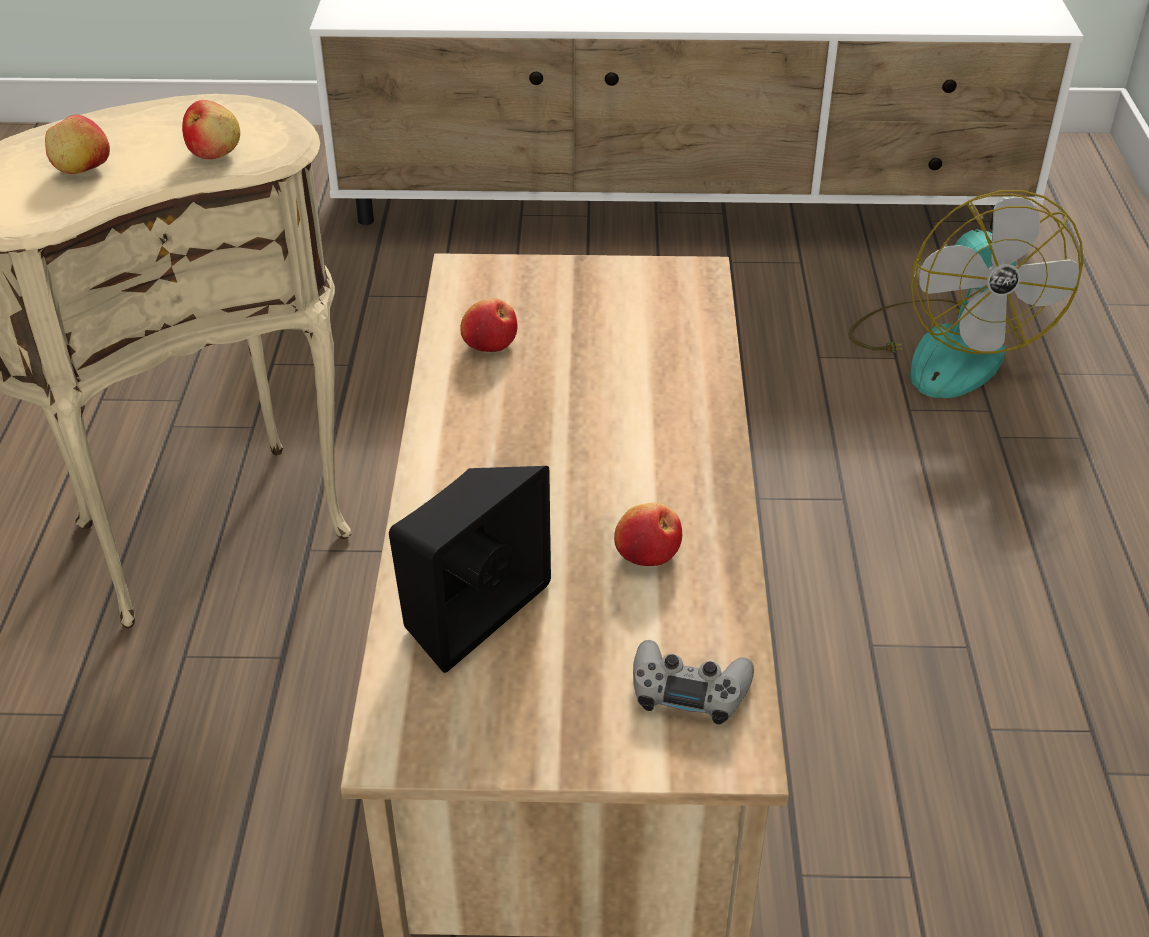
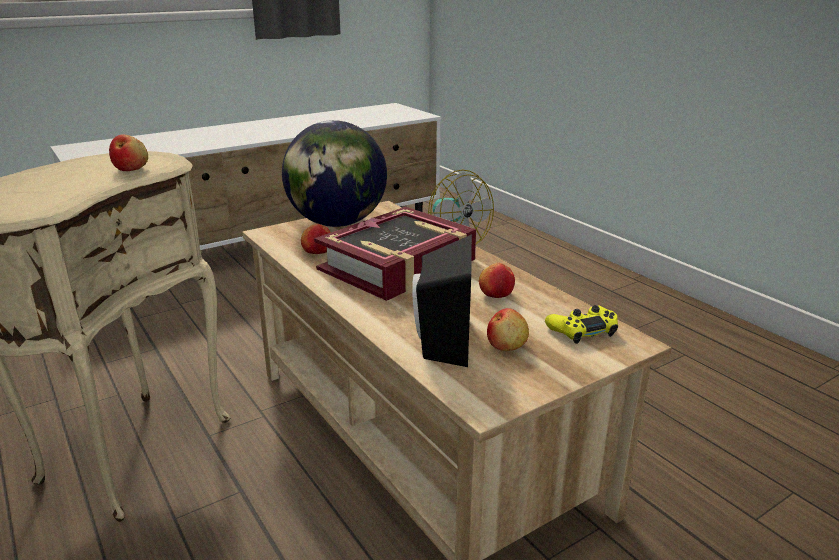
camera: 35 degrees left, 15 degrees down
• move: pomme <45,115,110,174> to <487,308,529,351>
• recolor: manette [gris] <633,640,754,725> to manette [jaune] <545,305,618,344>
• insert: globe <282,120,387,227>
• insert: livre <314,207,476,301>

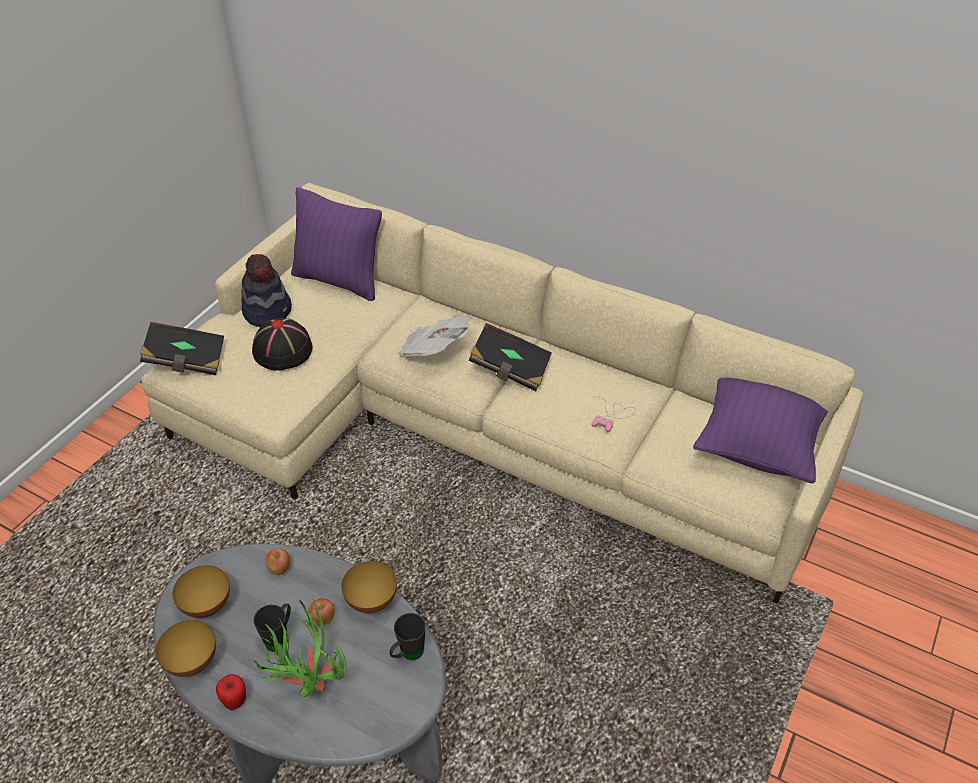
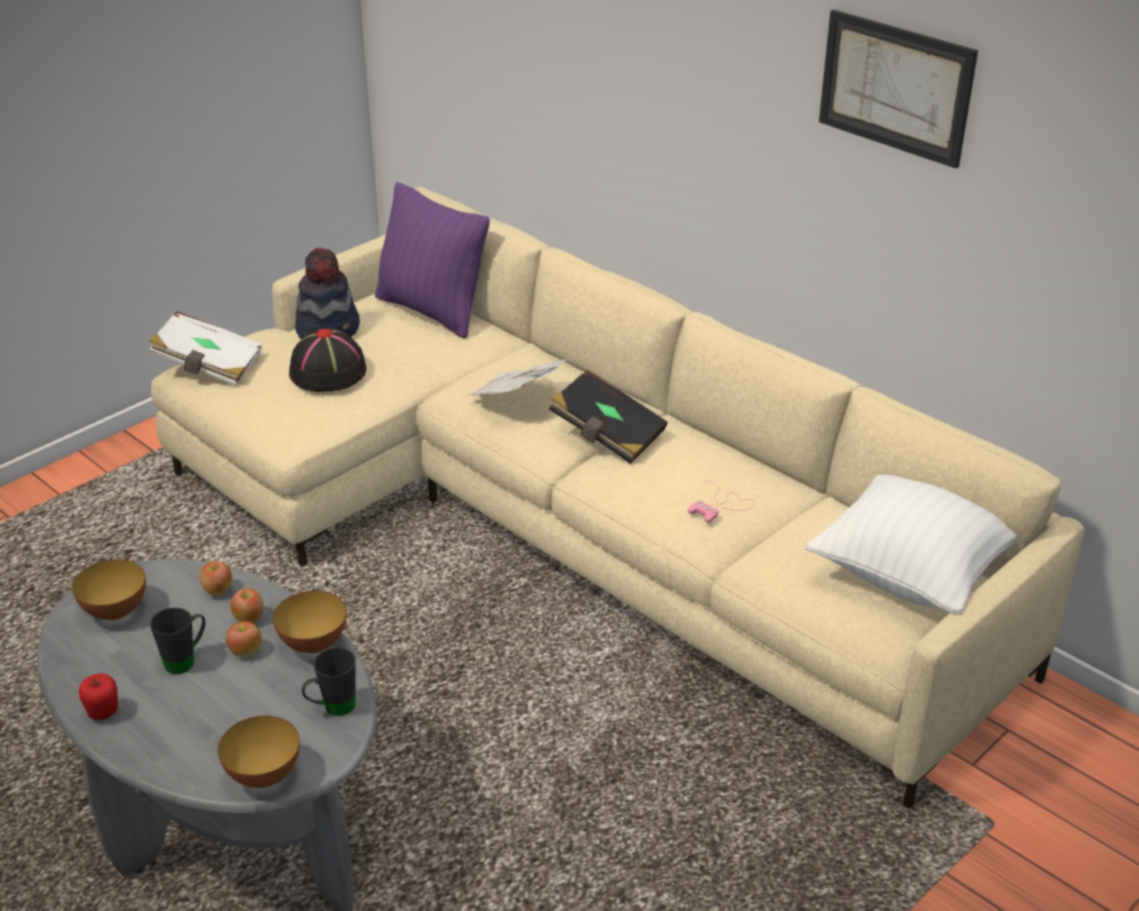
camera: 15 degrees right, 10 degrees down
• recolor: livre [noir] <140,322,224,375> to livre [blanc] <149,311,262,386>
• recolor: coussin [violet] <693,378,828,483> to coussin [blanc] <805,475,1017,615>
• delete: plante en pot <252,599,347,697>
• move: bol <155,620,216,677> to <218,716,300,788>
• insert: tableau <819,10,978,168>
• insert: pomme <230,588,263,623>

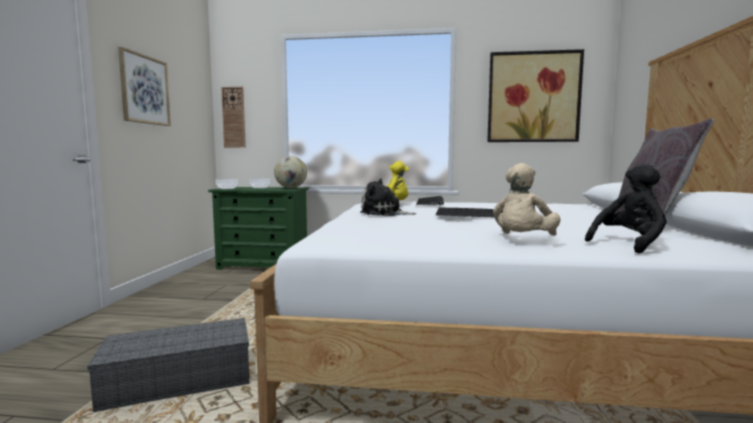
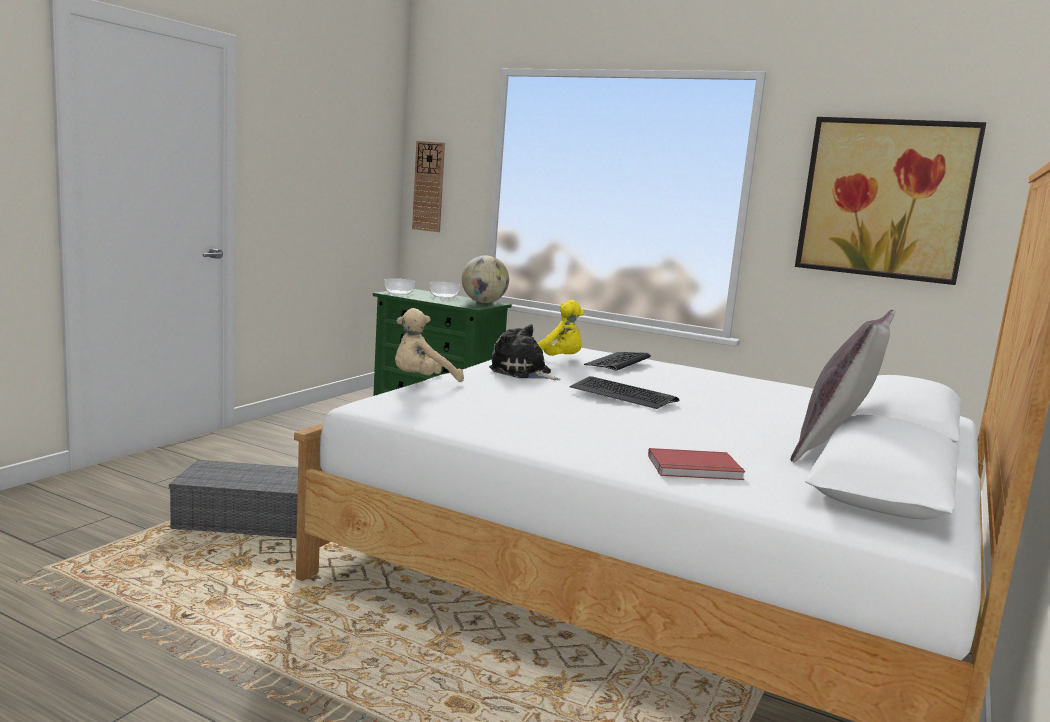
camera: 20 degrees right, 5 degrees up
• delete: tableau <118,47,171,126>
• move: peluche [beige] <493,163,560,236> to <395,308,464,382>
• replace: peluche [noir] <585,164,667,254> to livre [rouge] <648,448,745,480>

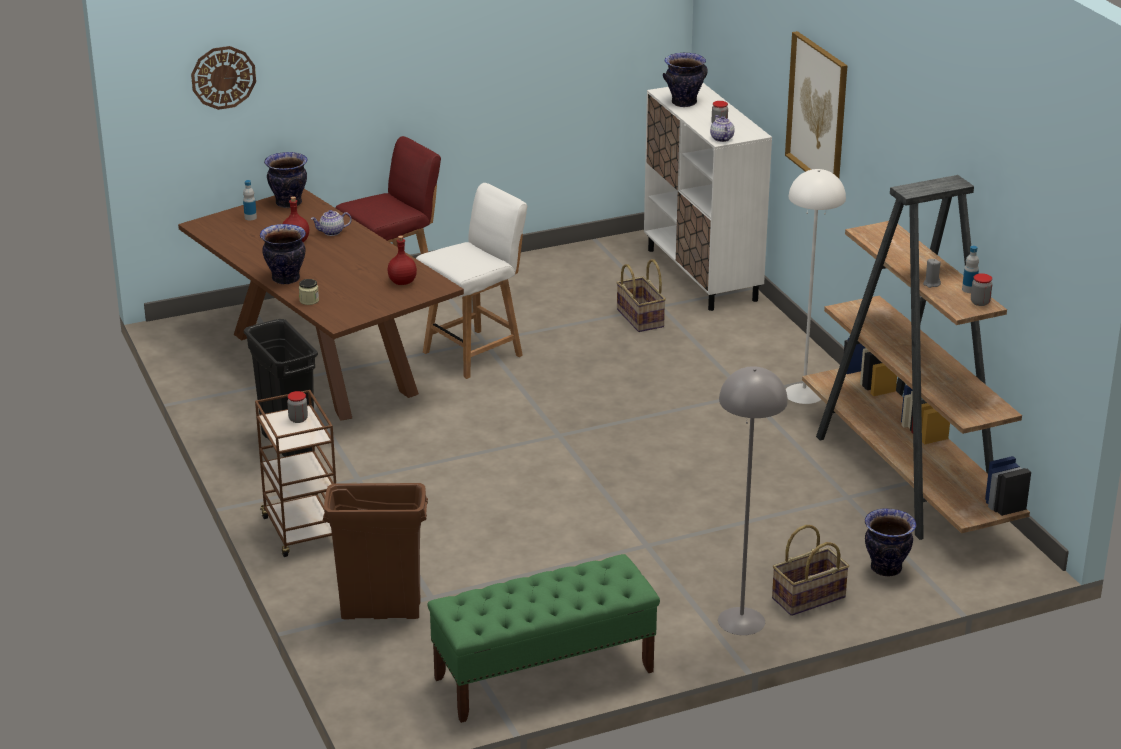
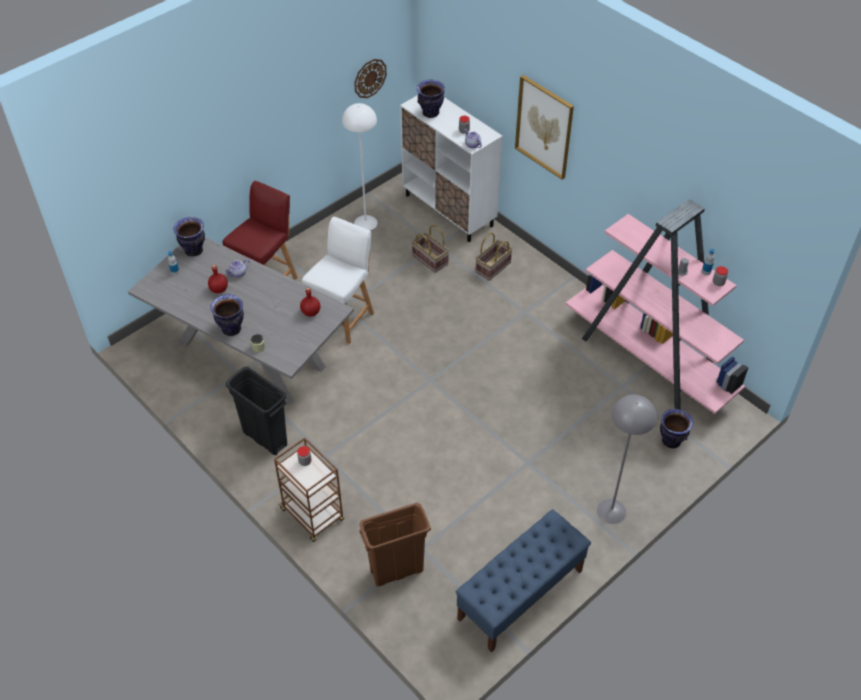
camera: 20 degrees left, 20 degrees up
• move: horloge murale <191,46,256,110> to <354,59,387,98>
• move: lampadaire [blanc] <786,169,846,404> to <342,103,377,230>
• recolor: bibliothèque [marron] <802,175,1031,540> to bibliothèque [rose] <565,199,748,414>
• recolor: table à manger [marron] <178,189,464,421> to table à manger [gris] <128,237,354,405>
• move: panier <772,525,849,616> to <475,233,513,281>
• recolor: banc [vert] <427,554,660,723> to banc [bleu] <456,509,591,653>

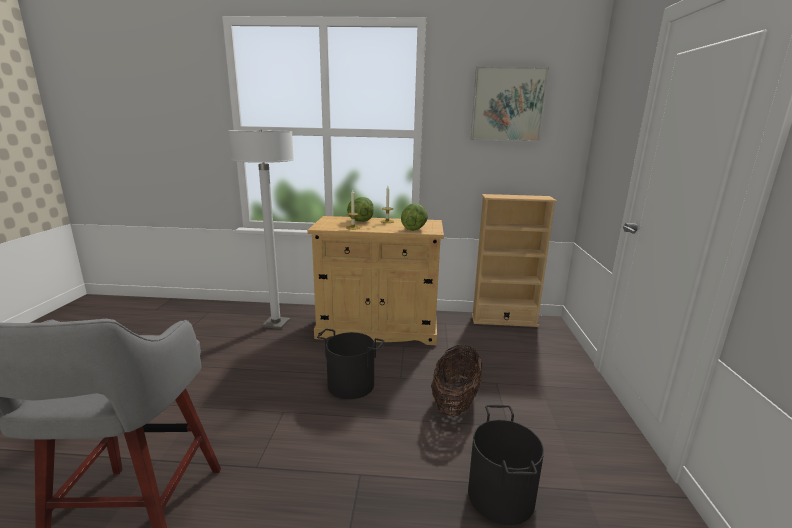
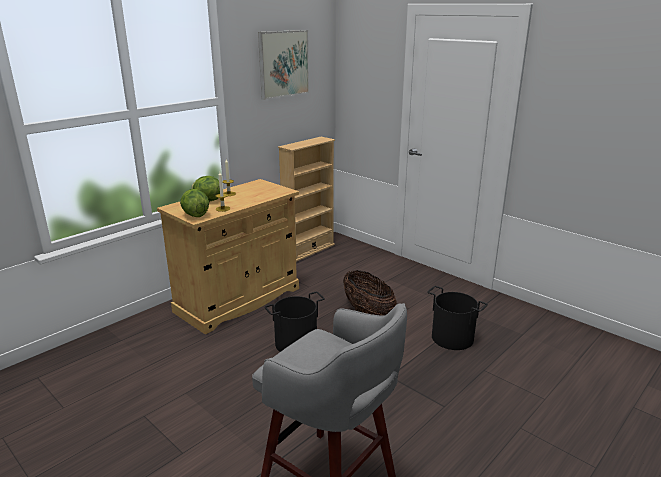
camera: 50 degrees left, 5 degrees up
• delete: lampadaire [blanc] <228,130,294,329>
• move: laitue <401,203,428,231> to <180,189,209,217>

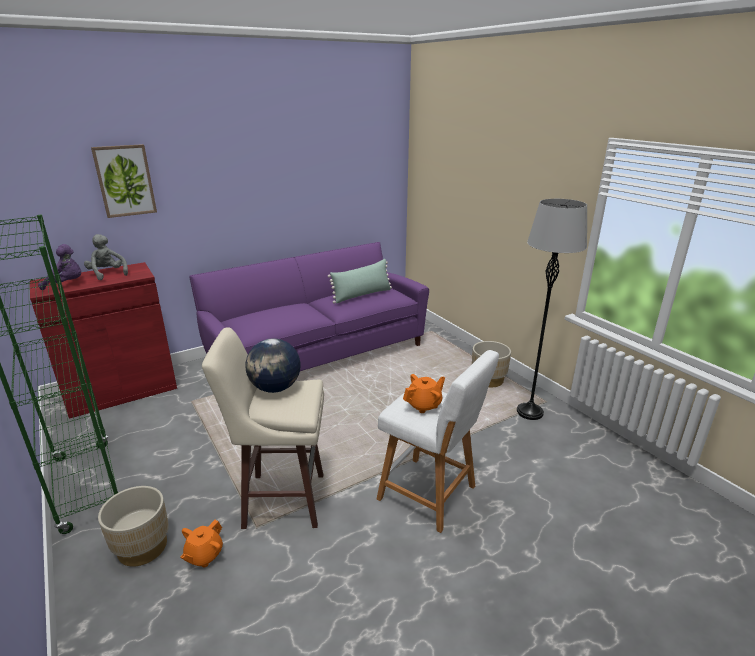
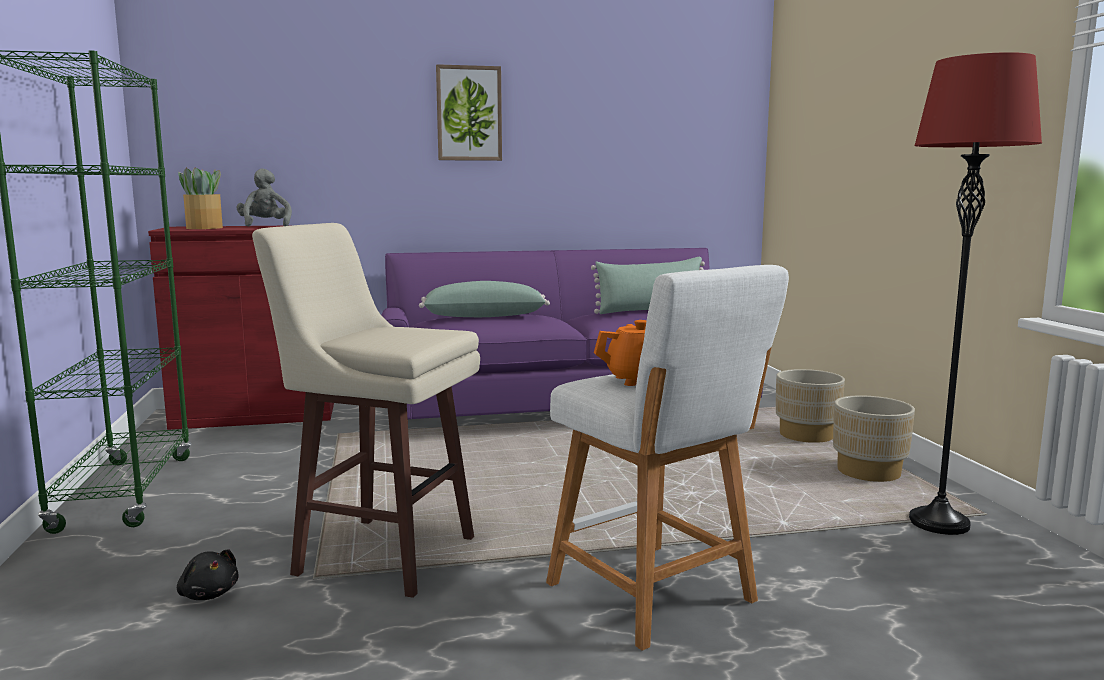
camera: 20 degrees right, 15 degrees down
• move: tableau <91,144,157,218> to <436,64,502,161>
• recolor: lampadaire [gris] <517,199,587,420> to lampadaire [rouge] <909,52,1042,535>
• replace: peluche [violet] <38,244,81,290> to plante en pot <179,167,223,229>
• delete: globe <245,338,301,393>
• move: cache-pot [beige] <98,486,169,567> to <776,369,845,443>
• replace: théière [orange] <180,520,223,567> to peluche [noir] <177,549,239,600>
• insert: coussin [vert] <419,281,550,317>

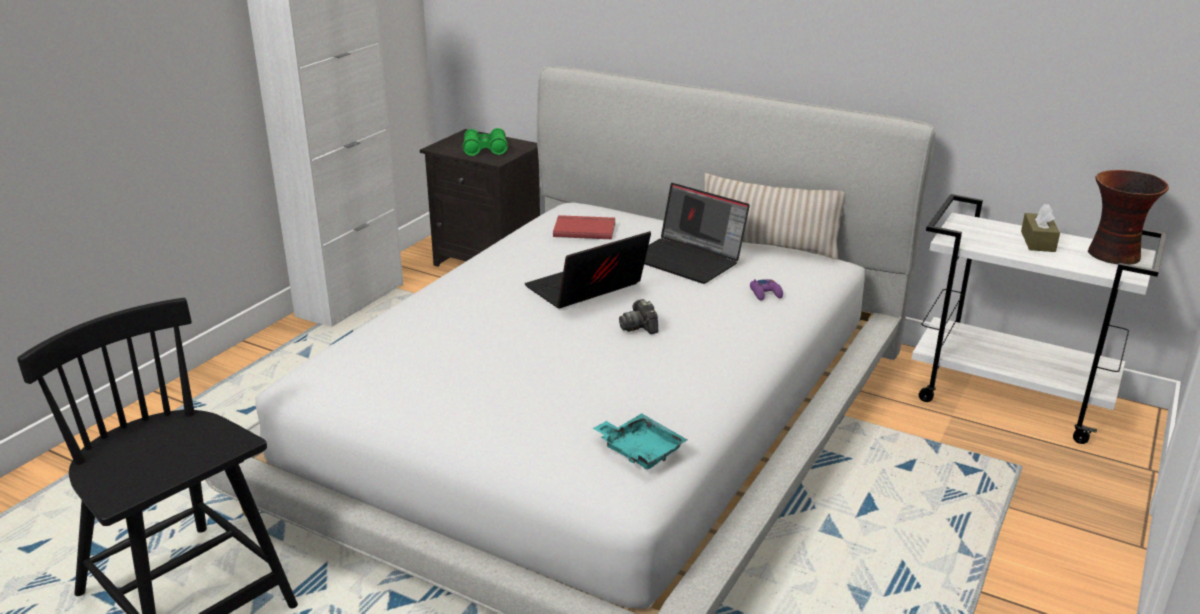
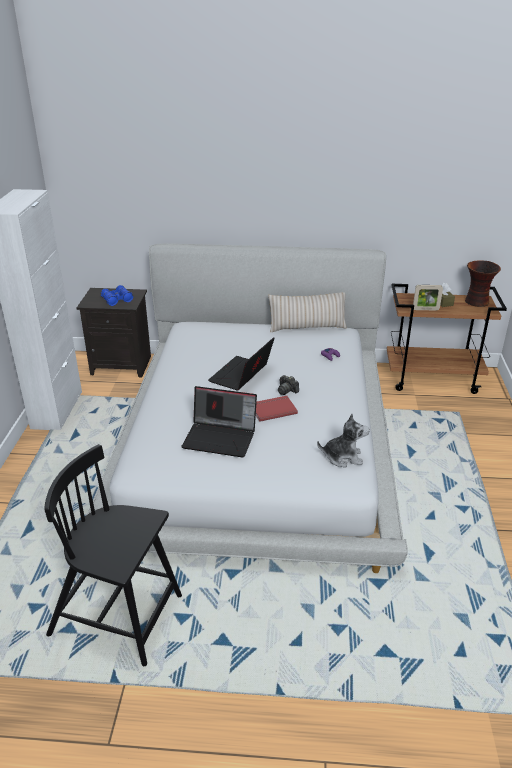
camera: 25 degrees left, 5 degrees up
• recolor: jumelles [vert] <462,128,508,156> to jumelles [bleu] <100,285,133,306>
• move: ordinateur portable <644,183,750,284> to <181,386,257,458>
• recolor: chariot [blanc] <912,194,1167,444> to chariot [marron] <387,284,507,394>
• move: livre [rouge] <553,215,615,239> to <256,396,298,422>
• replace: plateau [turquoise] <593,413,687,470> to peluche <317,414,370,468>
• insert: cadre photo <413,285,443,311>

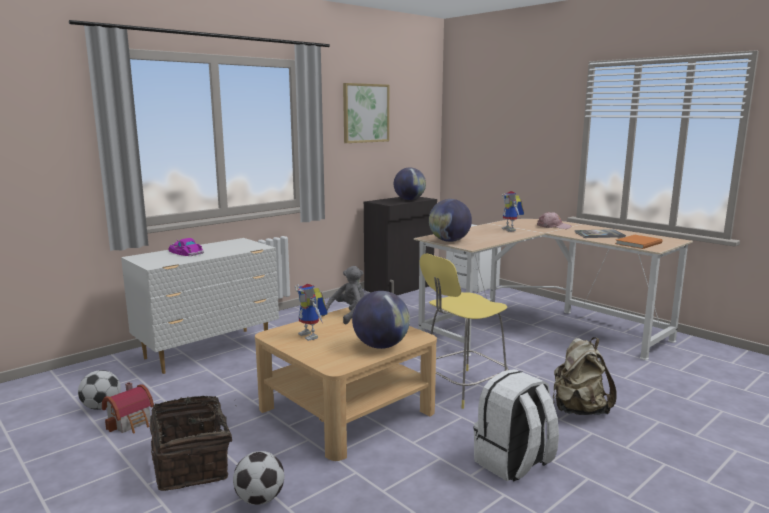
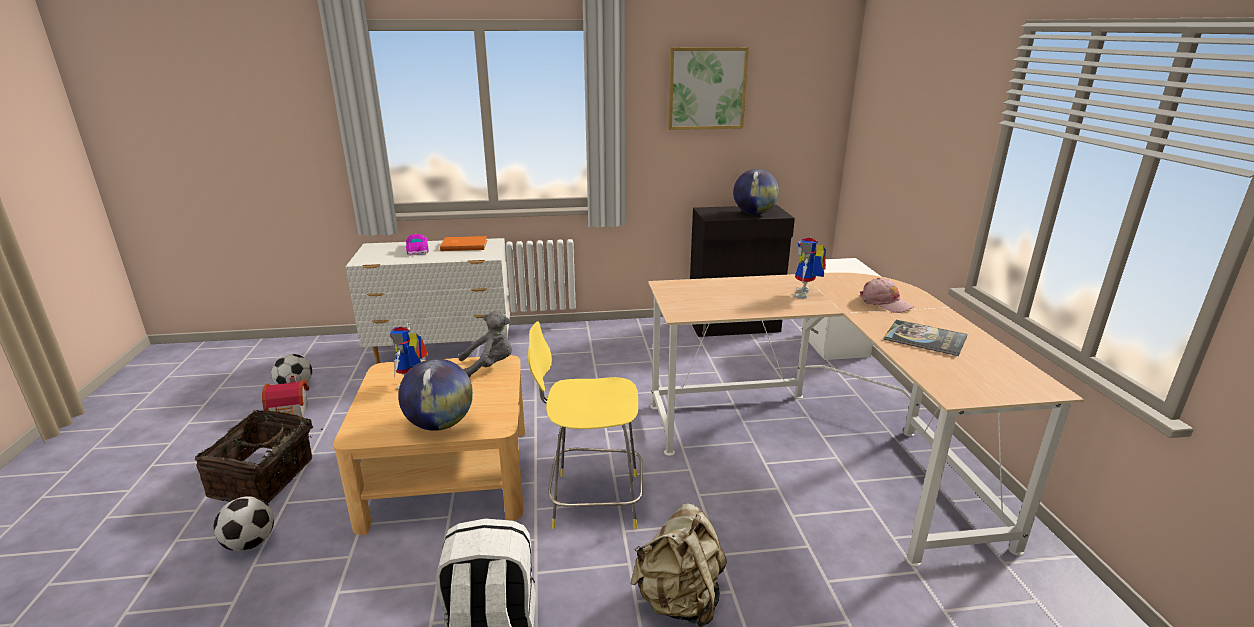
camera: 35 degrees right, 10 degrees up
• delete: globe <429,199,472,242>
• move: livre [orange] <615,235,663,249> to <440,236,487,251>

